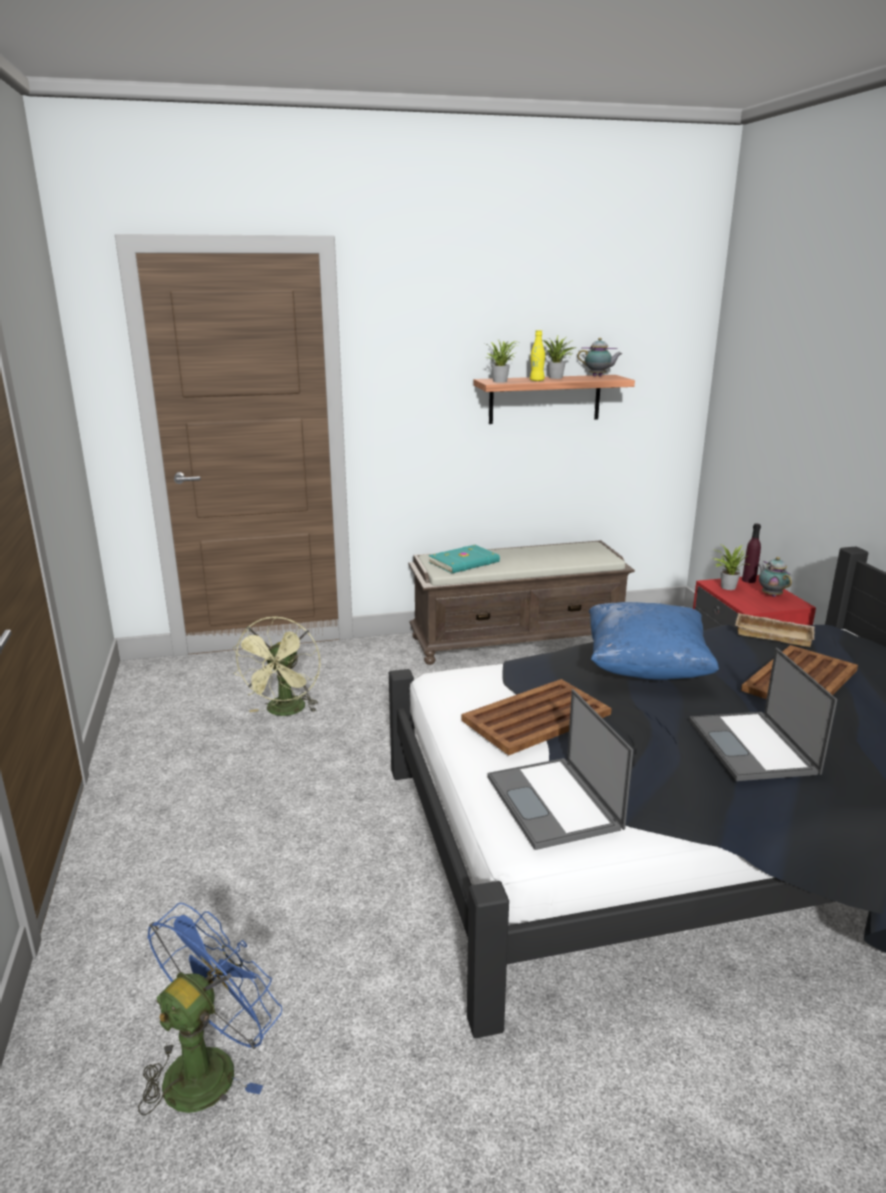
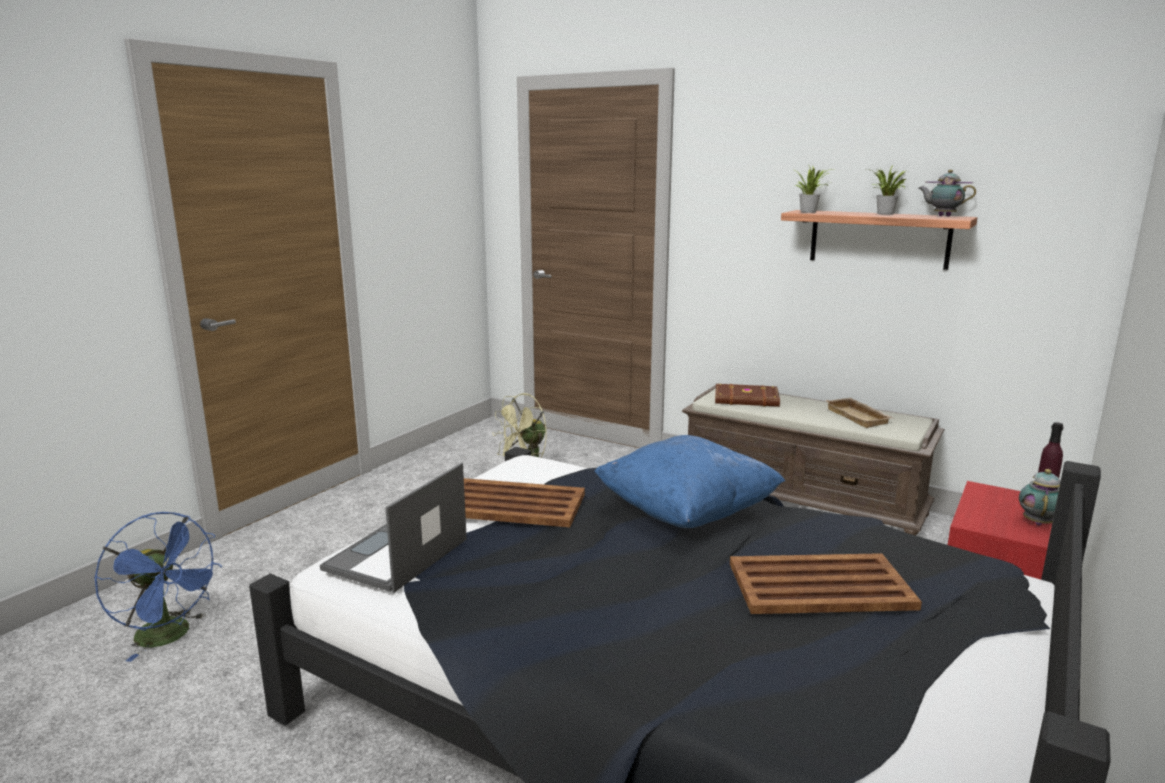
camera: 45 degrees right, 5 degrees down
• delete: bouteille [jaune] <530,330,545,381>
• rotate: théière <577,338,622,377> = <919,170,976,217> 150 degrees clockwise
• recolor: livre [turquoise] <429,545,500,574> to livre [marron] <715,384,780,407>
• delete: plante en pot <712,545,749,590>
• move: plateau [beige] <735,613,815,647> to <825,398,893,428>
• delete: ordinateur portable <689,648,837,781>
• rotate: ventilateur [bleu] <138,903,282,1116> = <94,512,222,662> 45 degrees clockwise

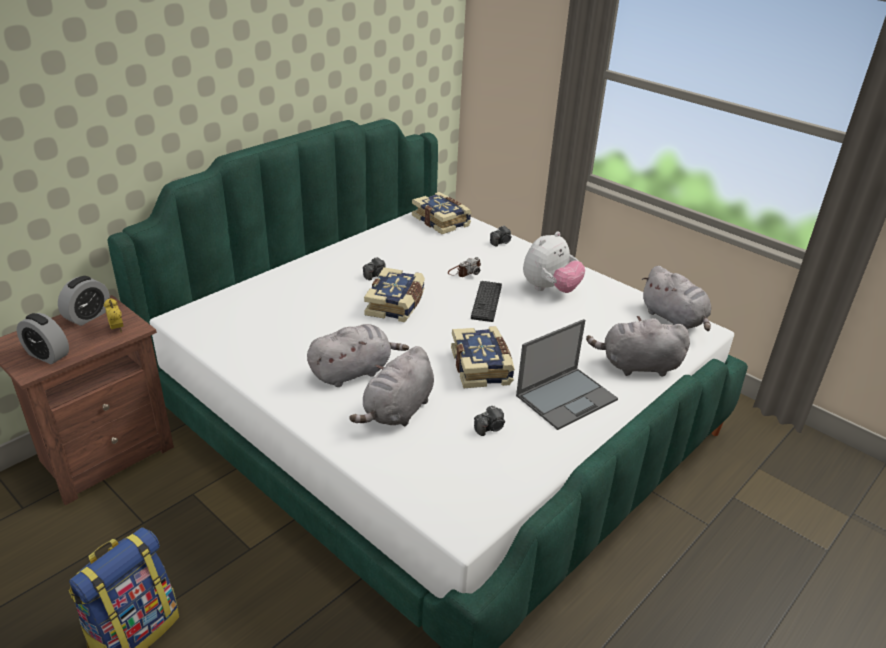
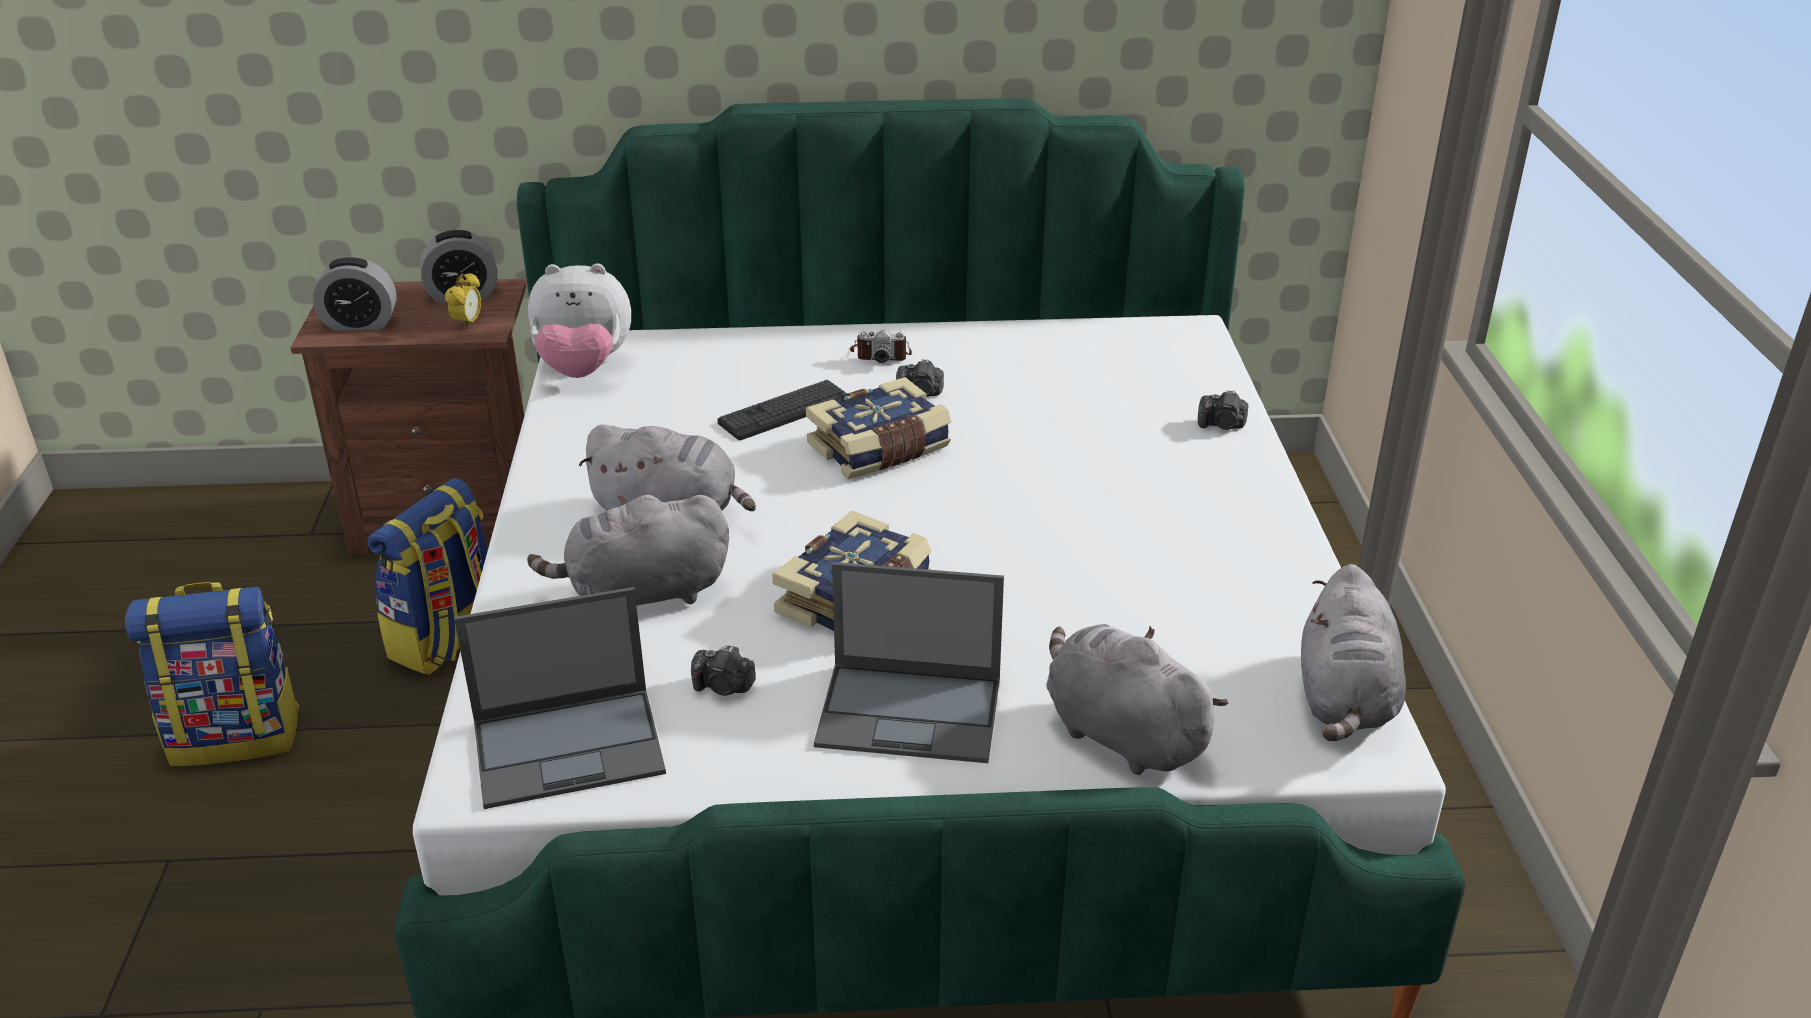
camera: 45 degrees right, 0 degrees up
• delete: livre <412,192,472,234>
• move: peluche <523,231,585,293> to <528,264,631,378>
• move: appareil photo <448,257,481,277> to <850,330,912,363>
• move: clavier <471,281,502,322> to <718,380,847,440>
• rotate: réveil <17,313,69,365> = <313,257,397,331> 75 degrees counterclockwise
• insert: sac à dos <367,478,487,675>
• insert: ordinateur portable <454,587,666,809>

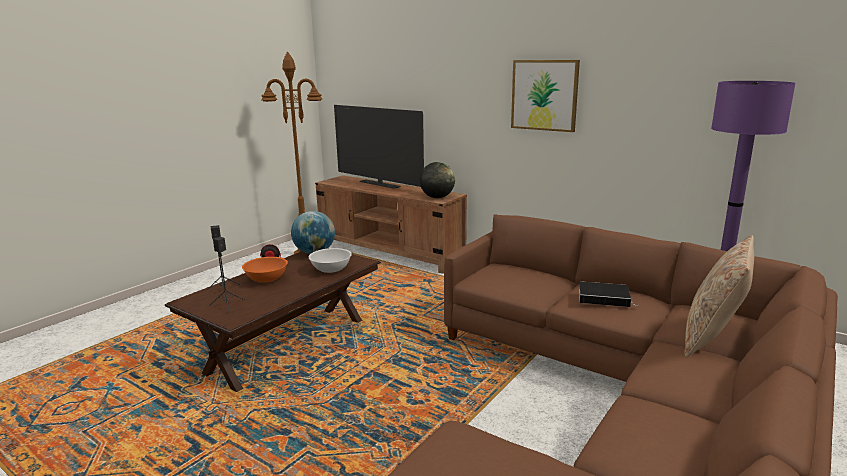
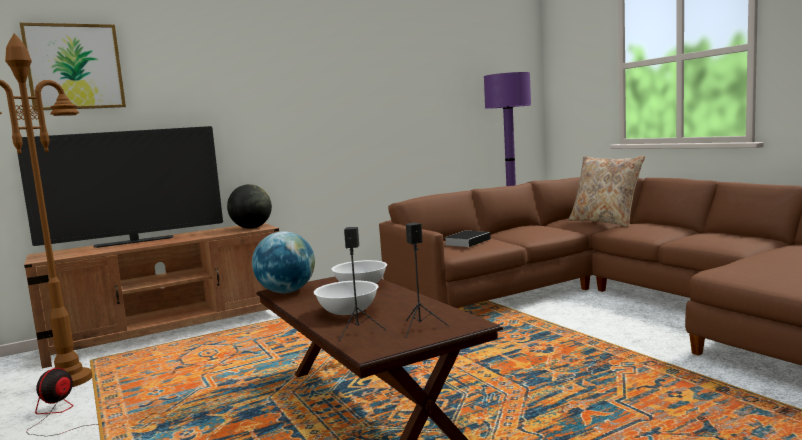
camera: 65 degrees left, 10 degrees down
• move: tableau <511,60,580,132> to <20,23,126,111>
• recolor: bol [orange] <242,257,288,283> to bol [blanc] <314,281,378,315>
• move: livre <579,281,636,307> to <444,231,490,247>

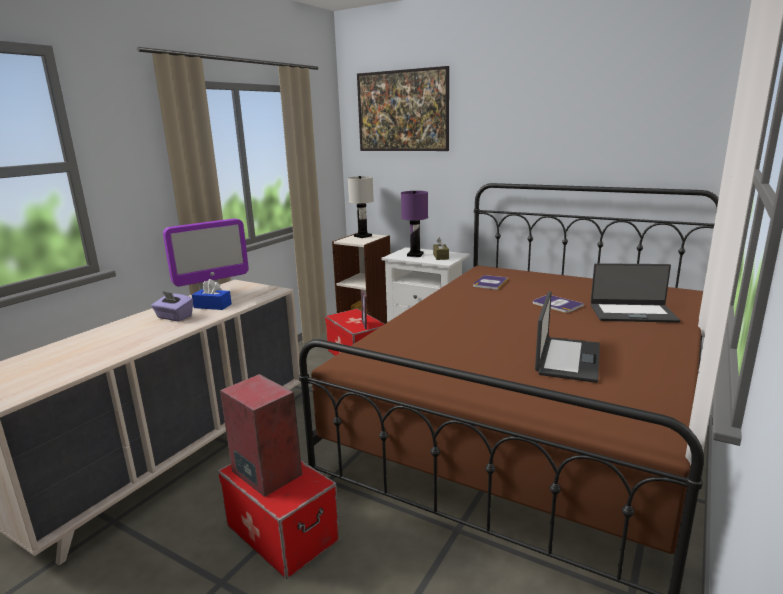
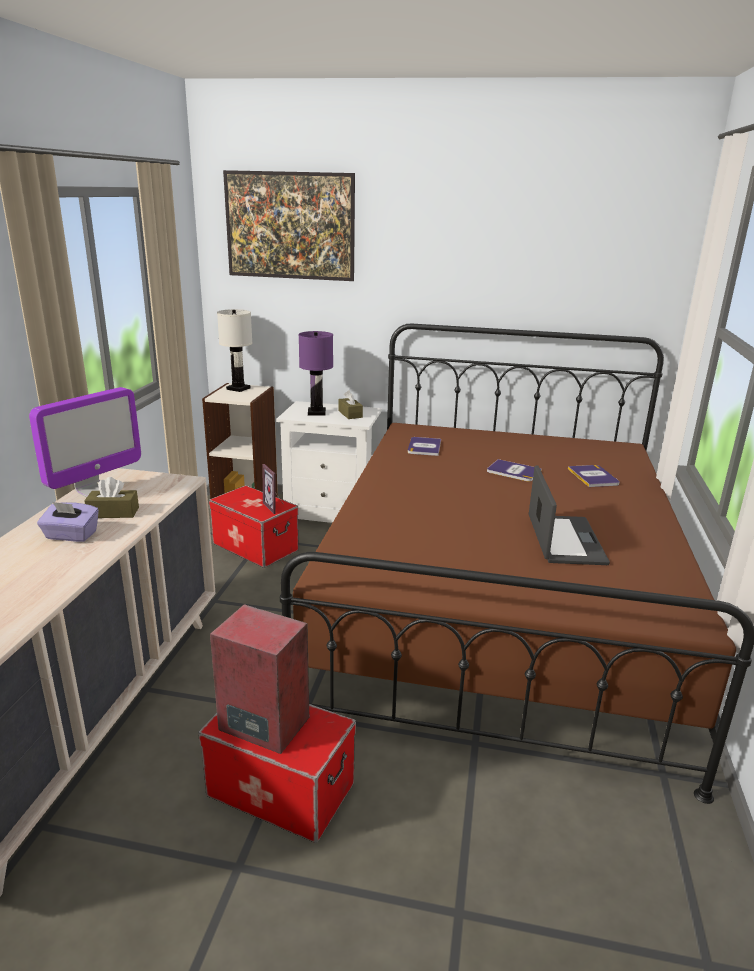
camera: 20 degrees left, 5 degrees up
• replace: ordinateur portable <591,263,680,323> to livre <568,465,620,487>
• recolor: boîte à mouchoirs [bleu] <192,279,232,310> to boîte à mouchoirs [marron] <84,477,139,518>

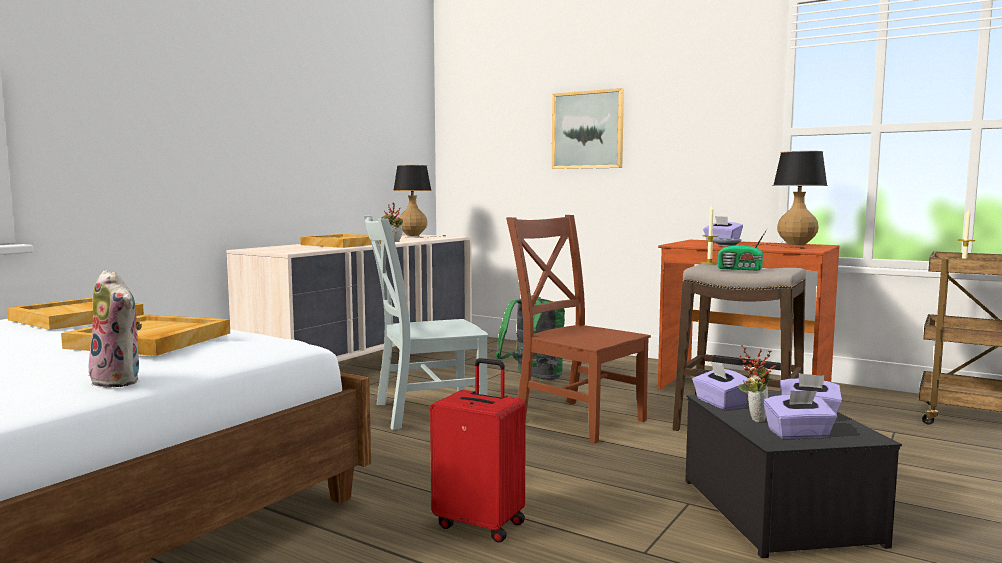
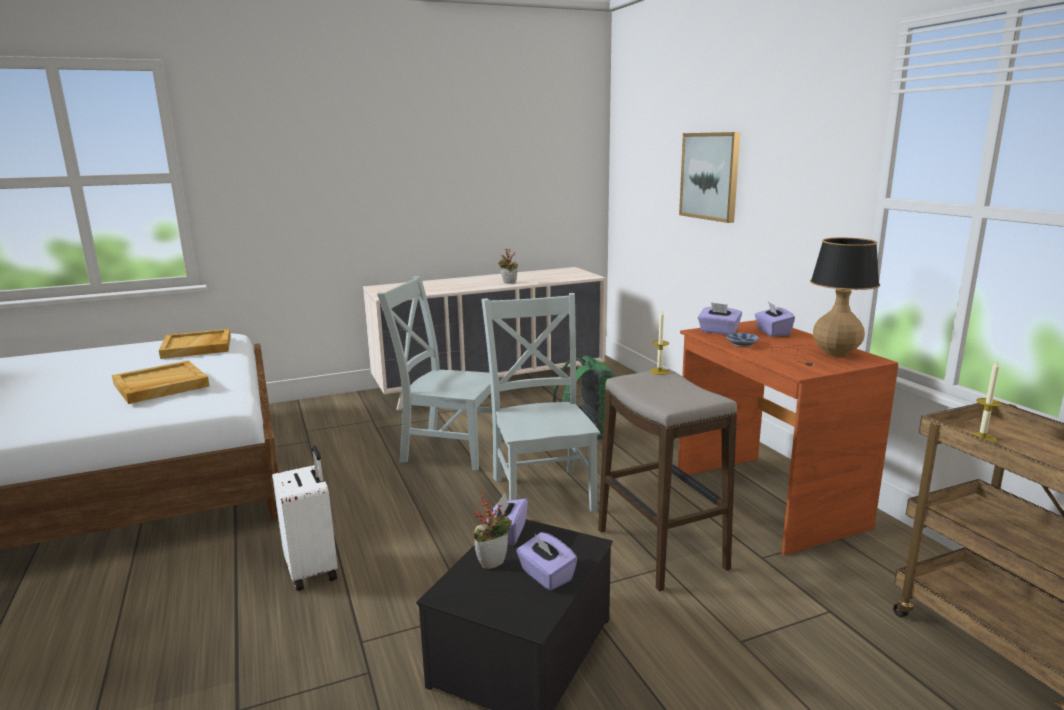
camera: 35 degrees right, 10 degrees up
• delete: lampe de table <393,165,446,238>
• recolor: chaise [marron] <506,215,651,443> to chaise [gris] <481,293,600,512>
• delete: radio <718,228,768,271>
• delete: plateau [beige] <300,234,381,248>
• delete: peluche <89,270,142,388>
• recolor: valise [rouge] <430,358,526,543> to valise [blanc] <272,445,338,591>
• move: boîte à mouchoirs [violet] <763,390,837,439> to <698,302,742,335>

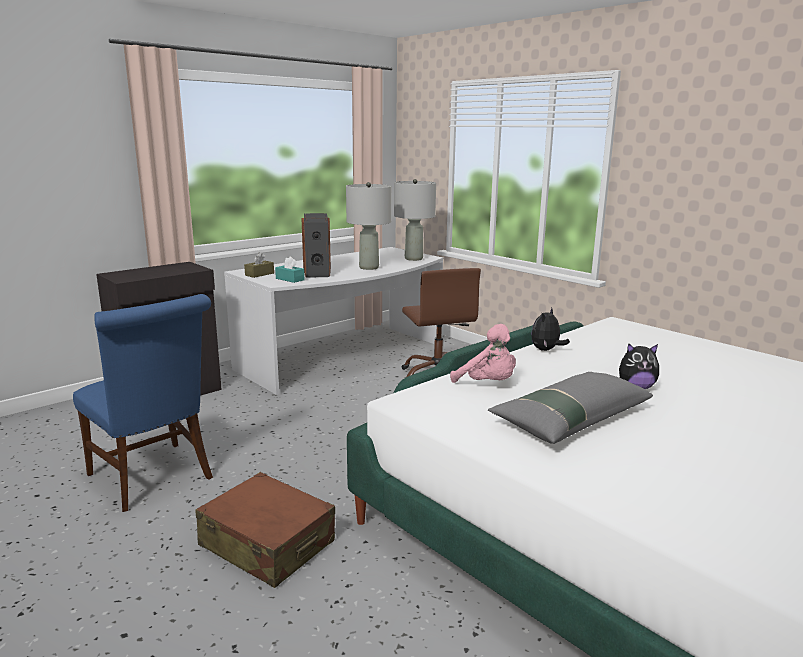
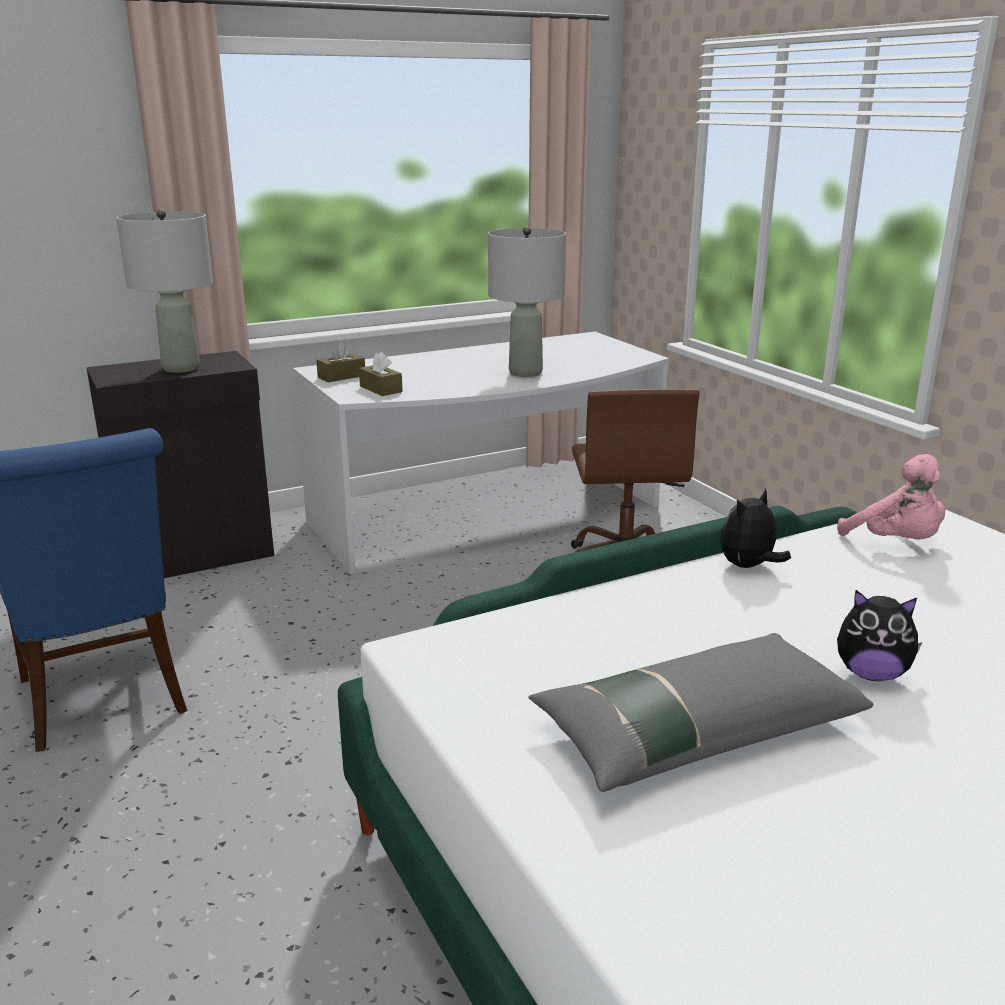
camera: 15 degrees right, 5 degrees up
• move: lampe de table [gris] <394,179,436,261> to <116,209,213,373>
• delete: enceinte <302,213,331,278>
• recolor: boîte à mouchoirs [turquoise] <275,257,304,283> to boîte à mouchoirs [marron] <359,352,403,396>
• move: peluche [rose] <450,324,516,383> to <837,454,945,539>
• delete: valise [marron] <196,472,335,588>

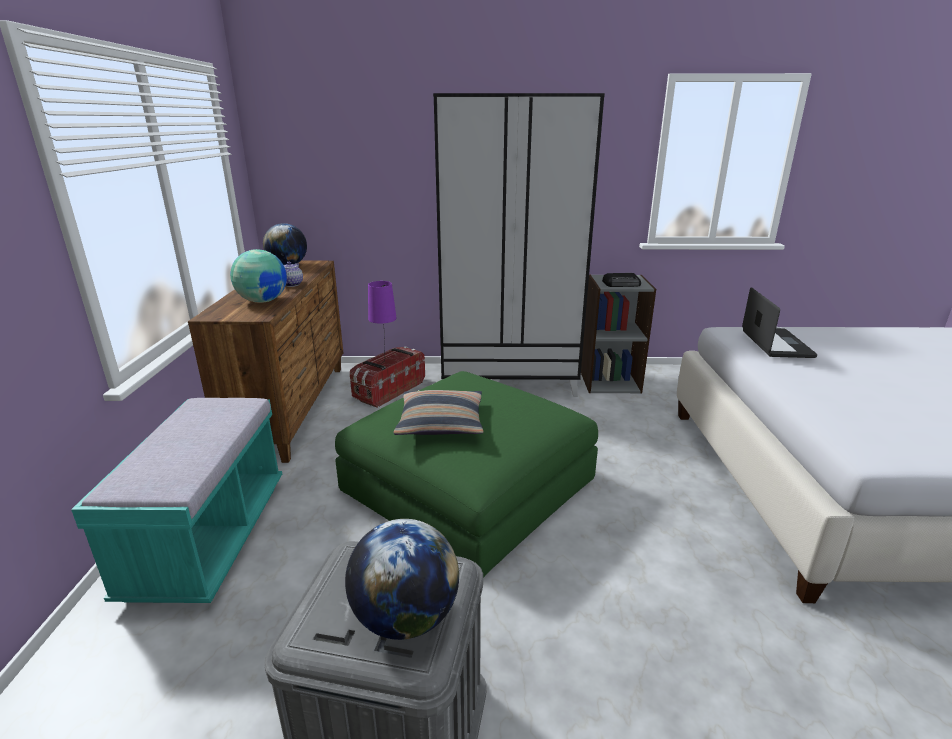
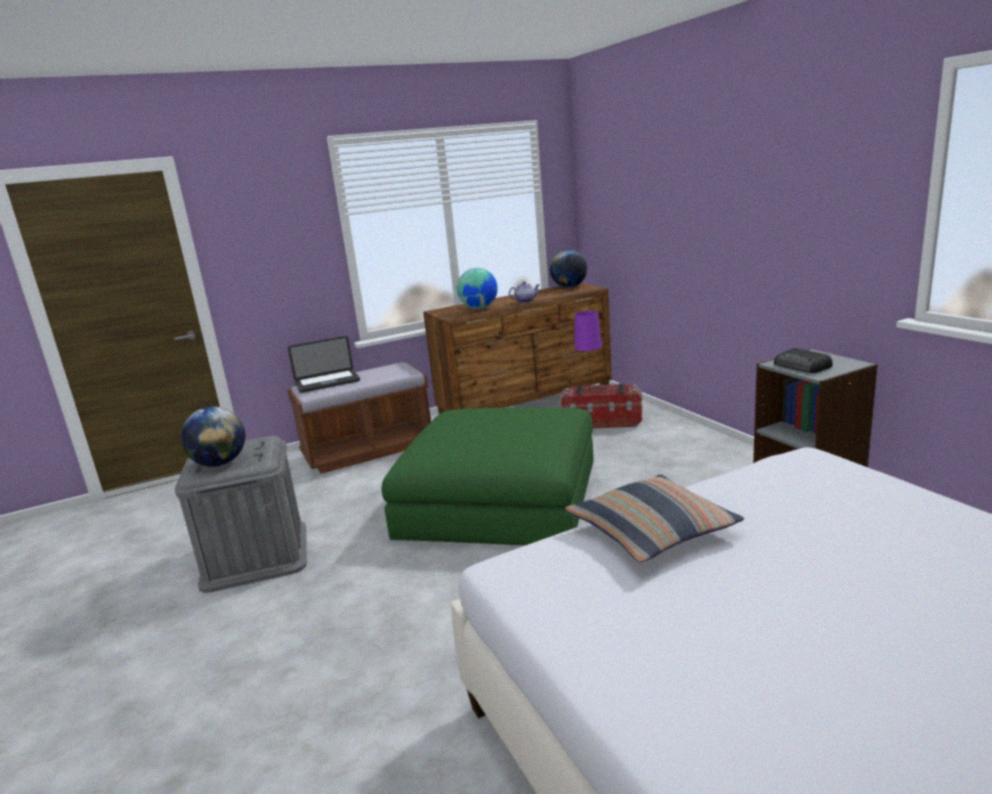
camera: 65 degrees right, 5 degrees down
• delete: armoire [noir] <433,93,605,397>
• move: ordinateur portable <742,287,818,358> to <288,336,360,393>
• move: coussin <393,390,484,435> to <565,474,744,562>
• recolor: banc [turquoise] <71,398,282,603> to banc [marron] <287,362,431,474>

